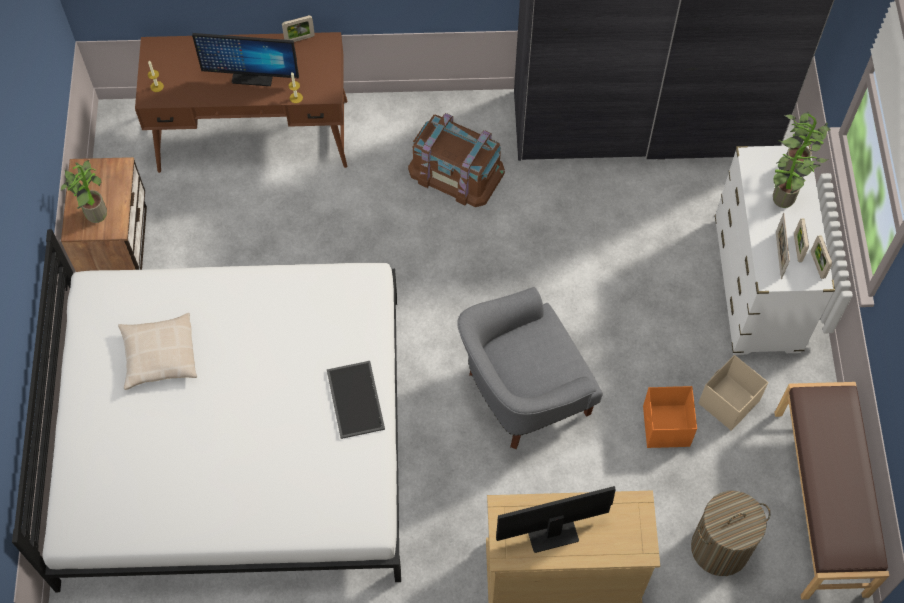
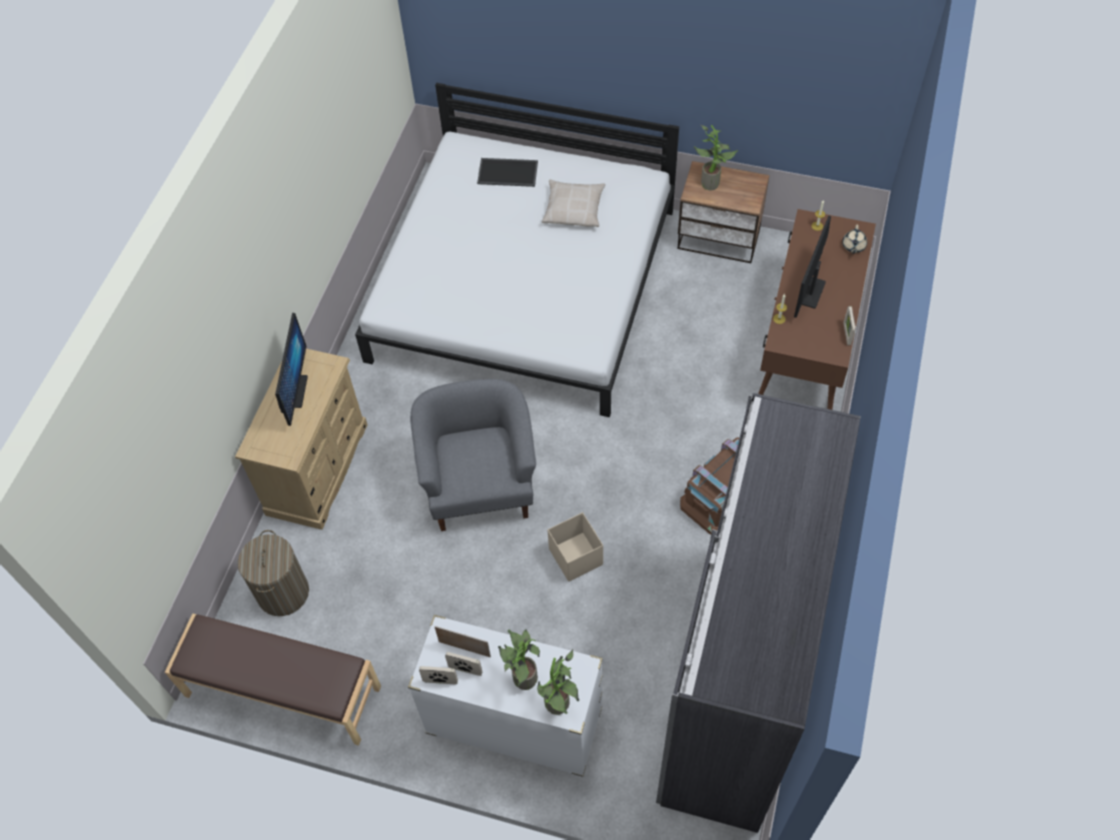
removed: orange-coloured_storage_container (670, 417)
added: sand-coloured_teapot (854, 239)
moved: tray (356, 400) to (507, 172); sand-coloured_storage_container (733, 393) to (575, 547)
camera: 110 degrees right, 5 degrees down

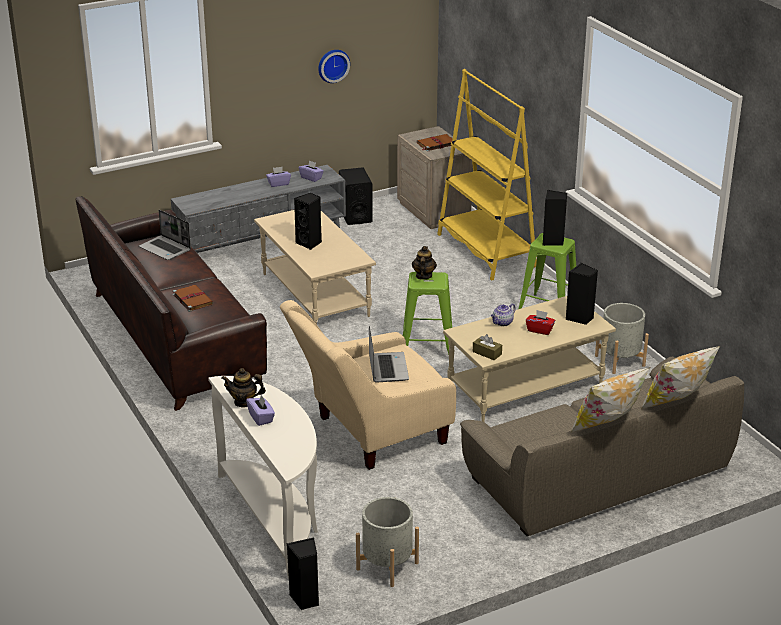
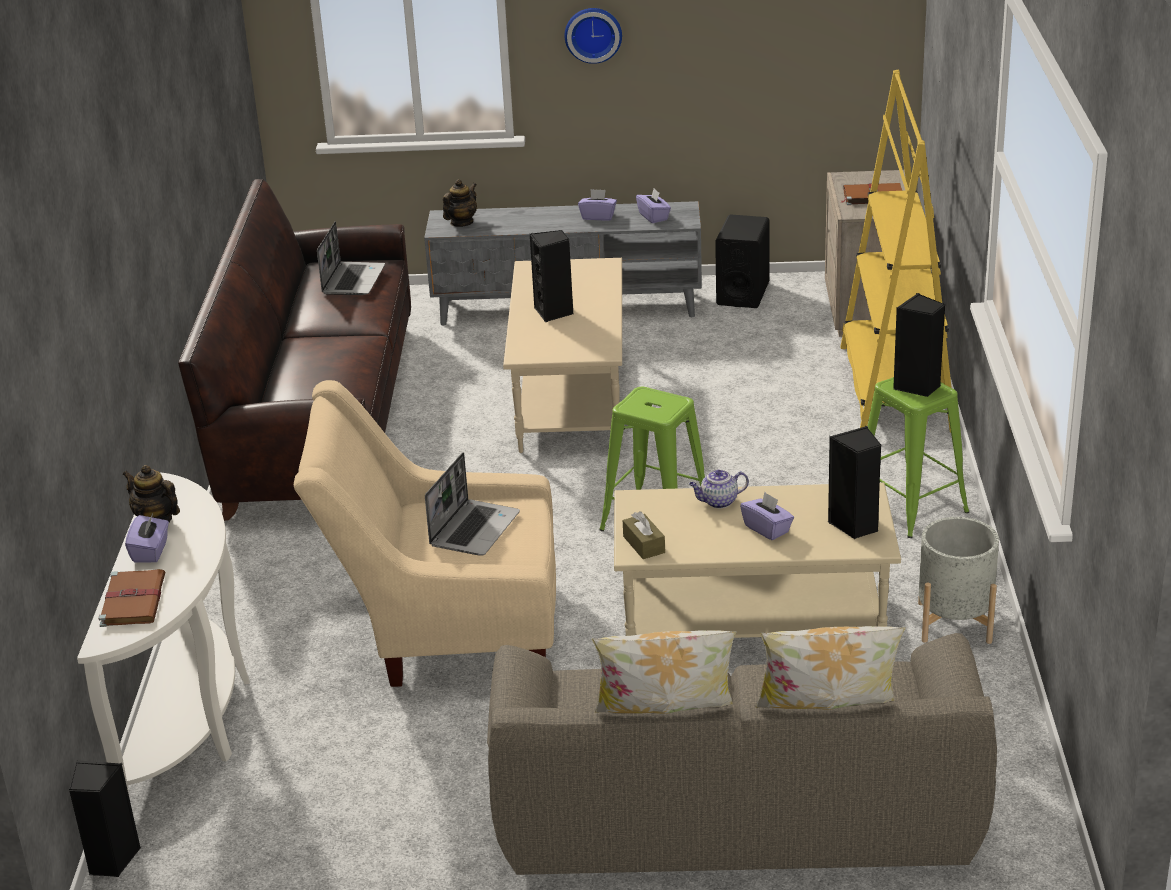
removed: grey_plant_pot (387, 542)
moved: brown-coloured_volume (193, 298) to (132, 598); hanging_clock (334, 66) to (593, 36); teapot (424, 262) to (460, 203)
recoloured: reddish_tissue_holder (540, 322) to purple-coloured_tissue_holder (767, 516)
turned: laptop (165, 235) = (351, 258) 150 degrees counterclockwise
camera: 30 degrees right, 0 degrees up

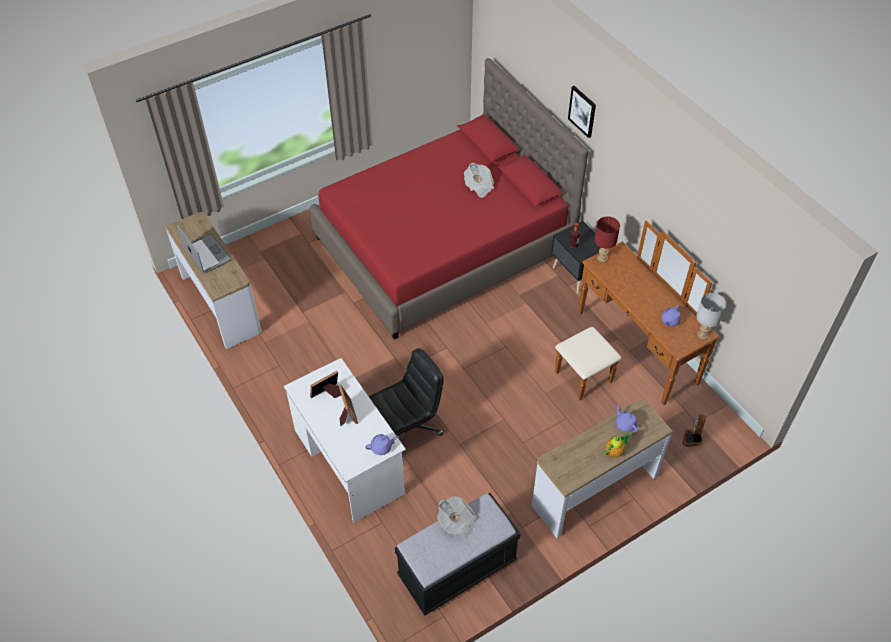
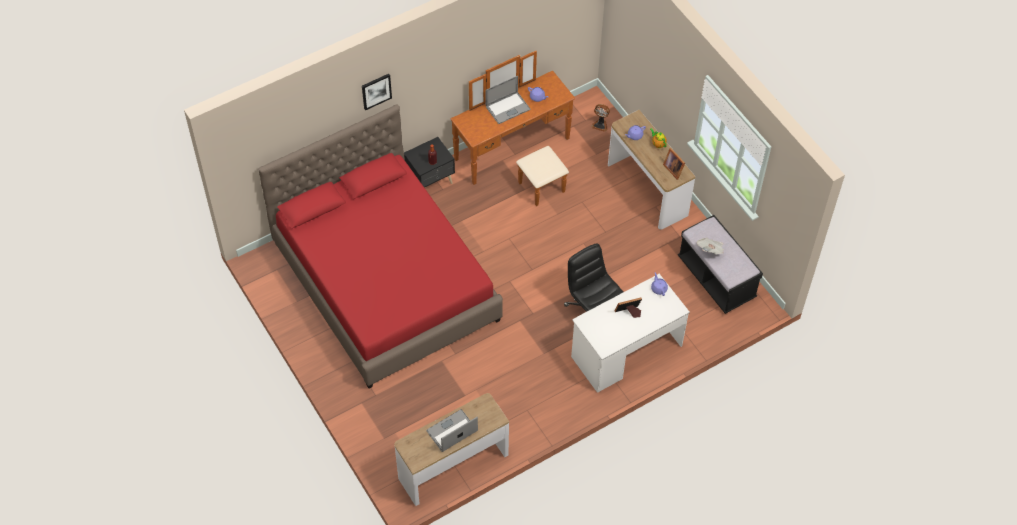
removed: printed_paper (479, 180); reddish_lamp_for_a_table (607, 240); grey_lamp_for_a_table (711, 316)
added: laptop (507, 100)
moved: standing_frame (326, 384) to (674, 164)
camera: 90 degrees left, 5 degrees up

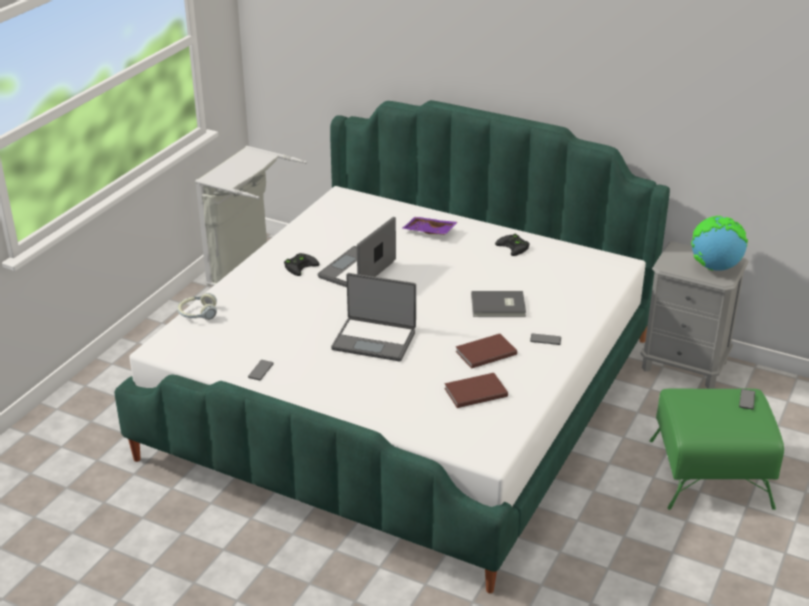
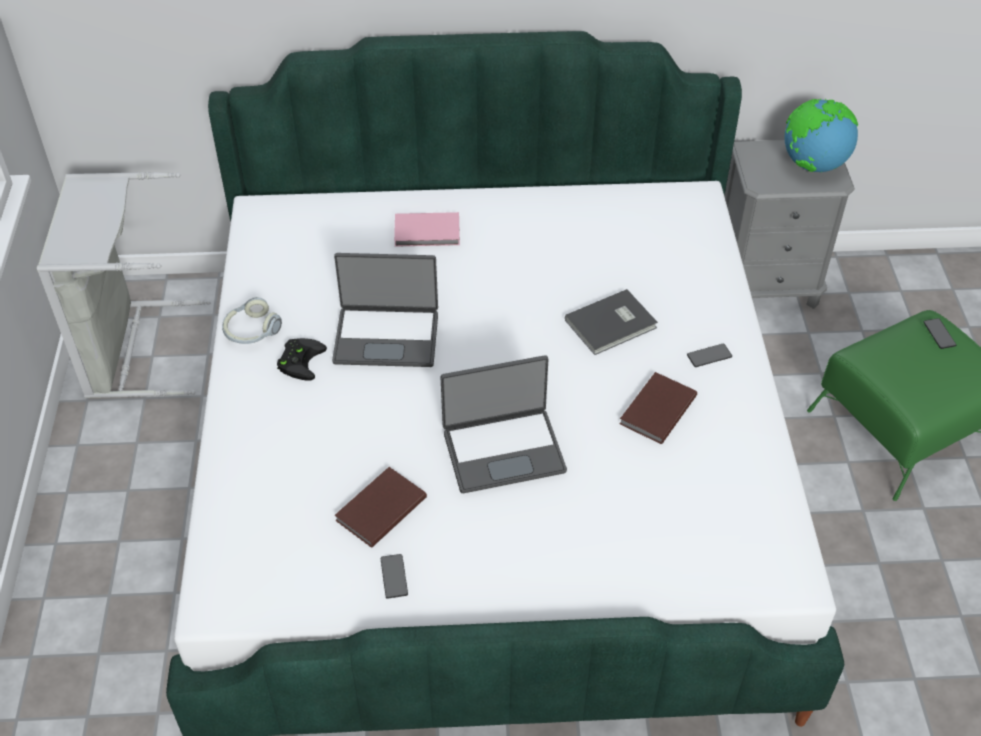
removed: black_joypad (512, 245)
moved: headphones (197, 306) to (252, 320); brown-coloured_volume (476, 390) to (381, 507)
replaced: purple-coloured_tray (430, 226) to pink-coloured_volume (427, 229)
turned: laptop (357, 252) = (385, 310) 90 degrees counterclockwise
camera: 30 degrees left, 15 degrees up

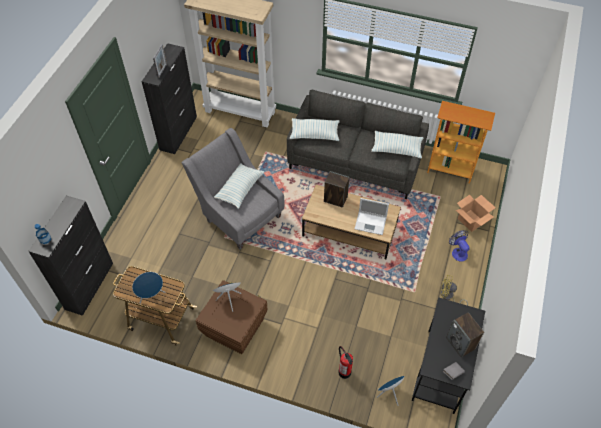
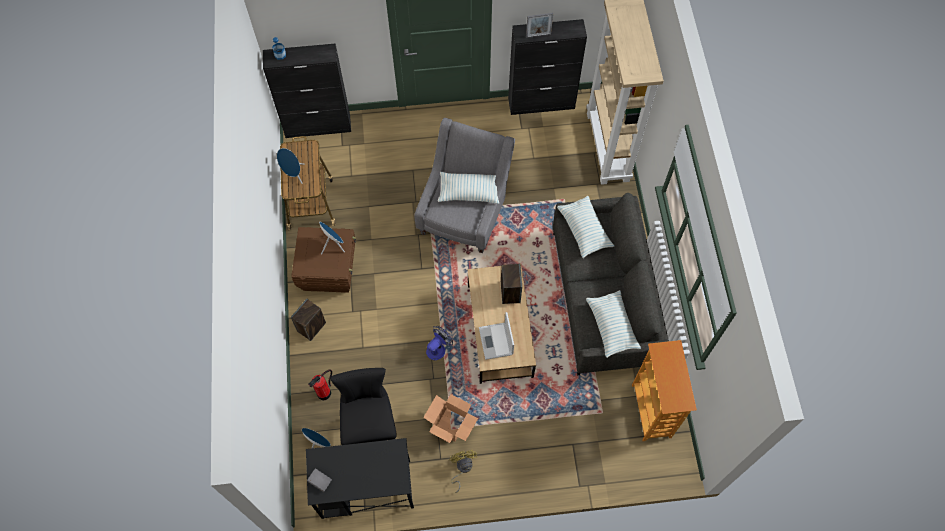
added: black_plain_chair (363, 406)
moved: loudspeaker (465, 335) to (308, 320); electric_fan (459, 246) to (439, 343); carton (476, 213) to (450, 418)
camera: 65 degrees right, 10 degrees up

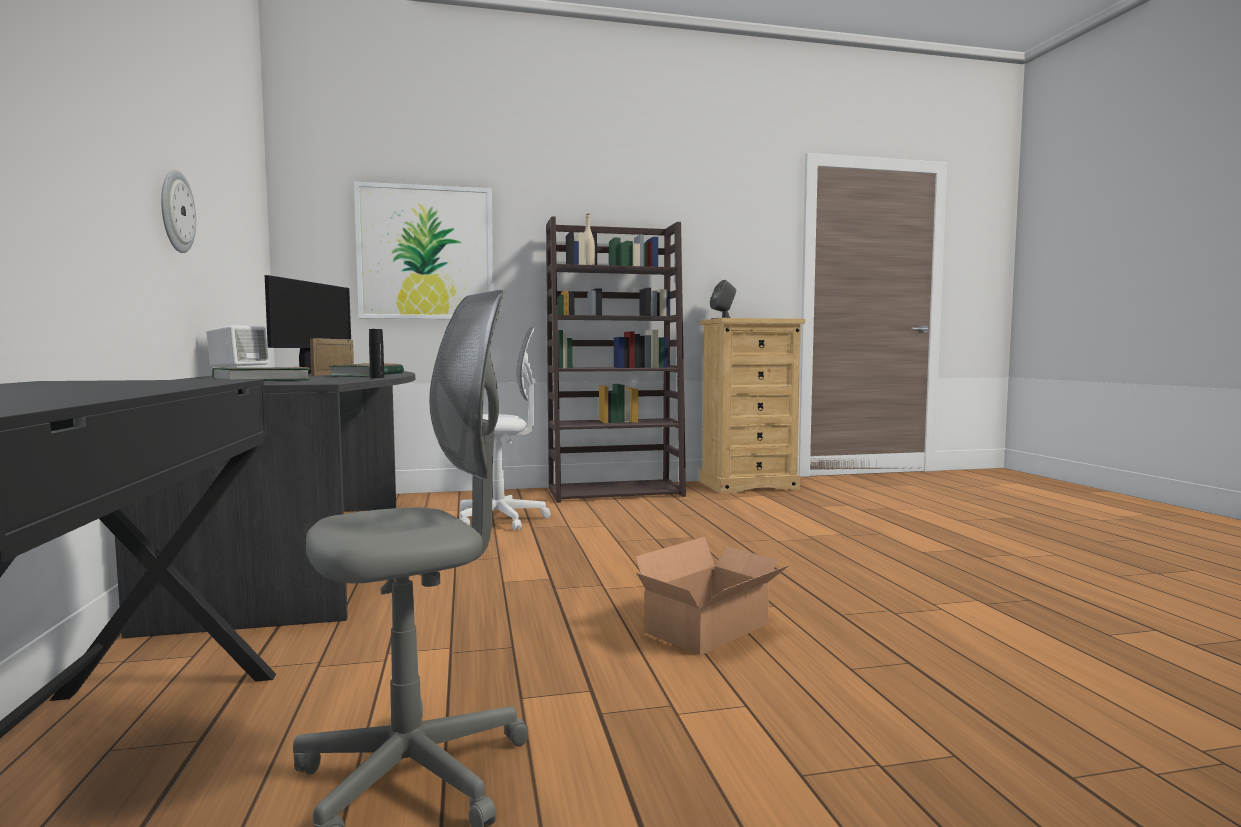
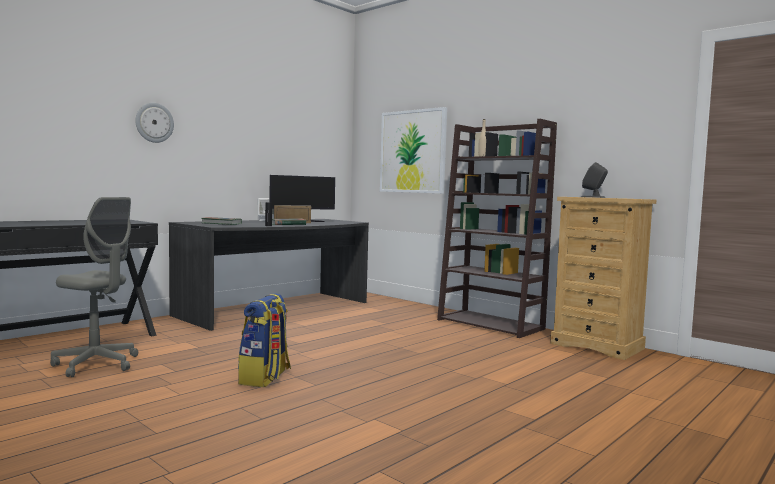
removed: whitish_desk_chair (505, 428)
moved: hanging_clock (178, 211) to (154, 123)
replaced: carton (712, 596) to backpack (264, 340)
camera: 55 degrees right, 0 degrees up

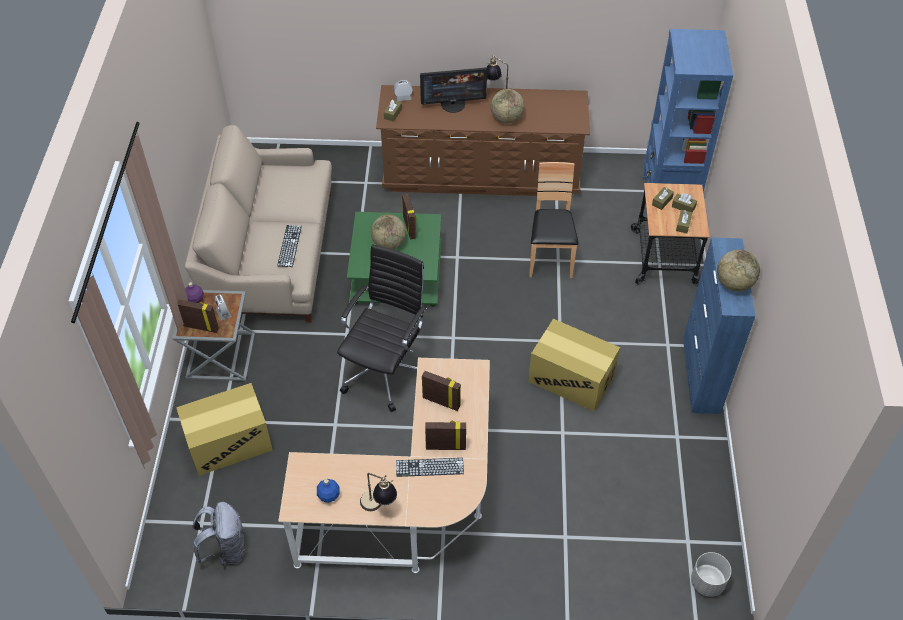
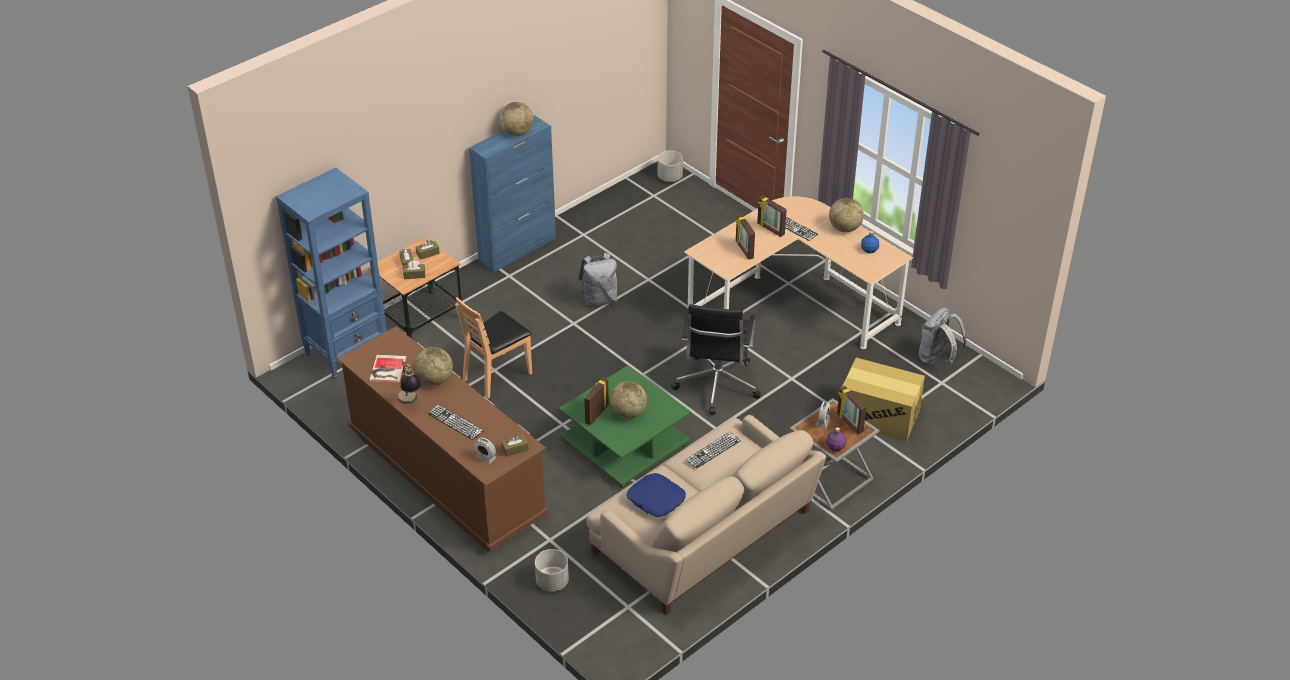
added: volume (388, 369); grey_plant_pot (552, 570); blue-coloured_pillow (656, 495)
replaced: lamp_for_a_table (378, 492) to world_globe (846, 215); computer_screen (453, 90) to PC_keyboard (456, 422); carton (574, 365) to grey_backpack (598, 280)
turned: black_desk_chair (382, 328) = (716, 359) 60 degrees counterclockwise
camera: 135 degrees left, 10 degrees down

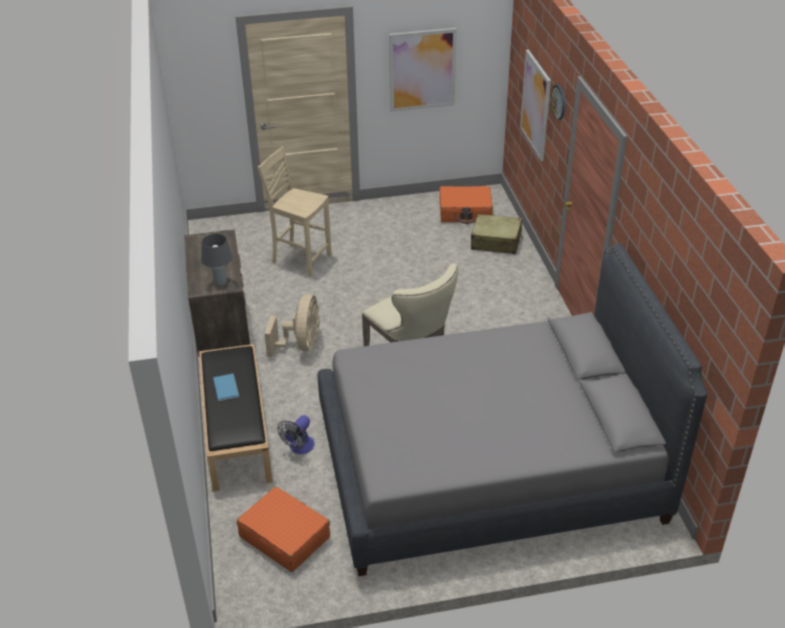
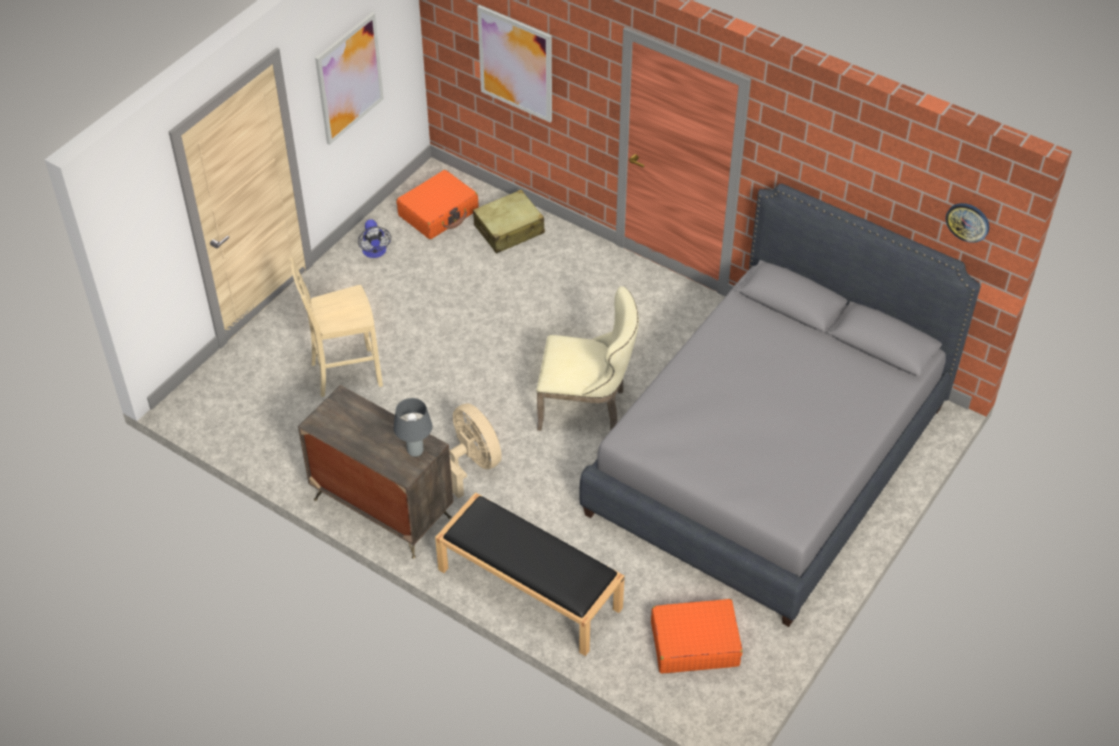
removed: blue-coloured_volume (226, 387)
moved: electric_fan (296, 434) to (374, 238); hanging_clock (558, 102) to (967, 223)
camera: 45 degrees left, 10 degrees up

